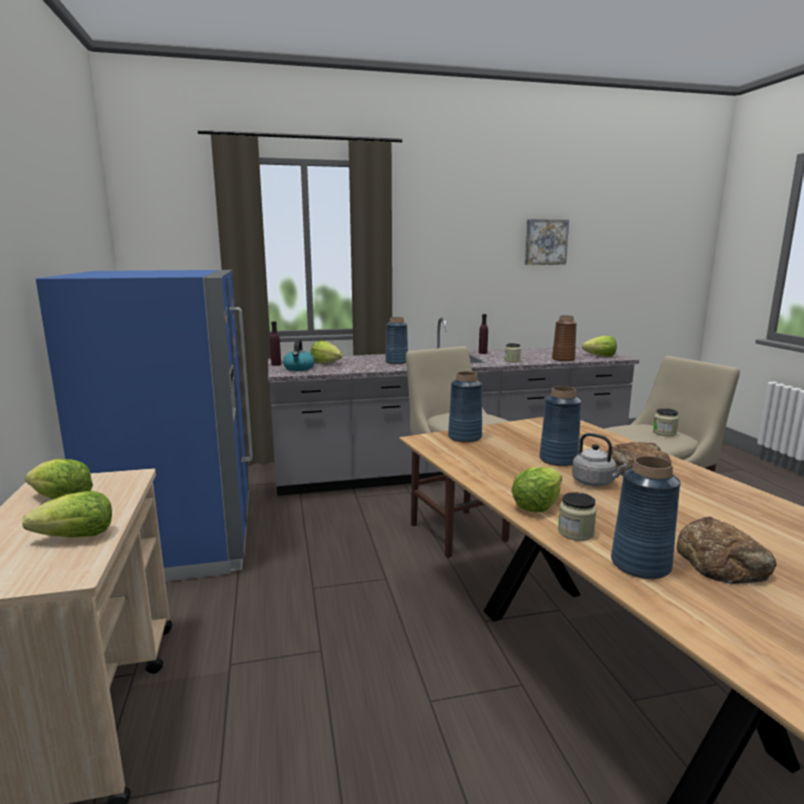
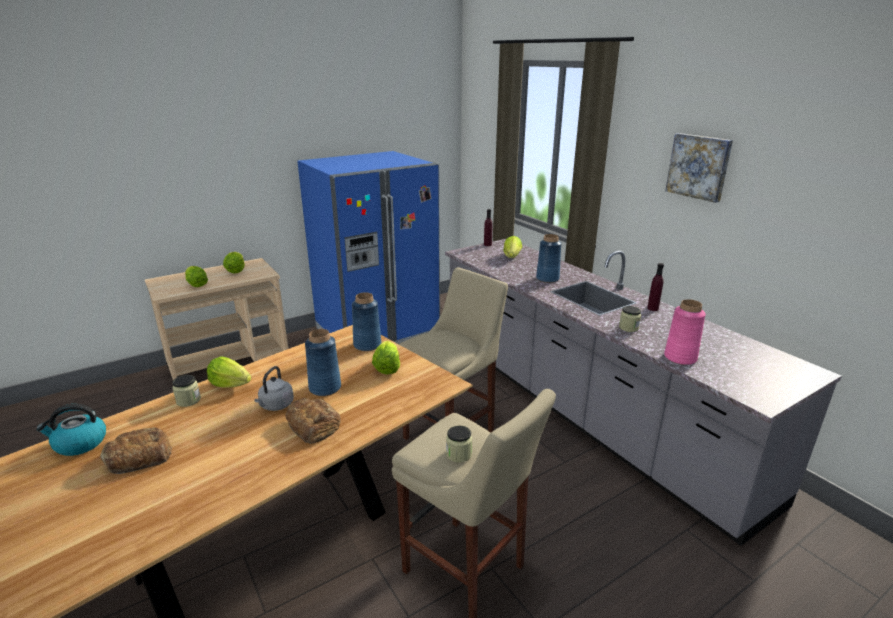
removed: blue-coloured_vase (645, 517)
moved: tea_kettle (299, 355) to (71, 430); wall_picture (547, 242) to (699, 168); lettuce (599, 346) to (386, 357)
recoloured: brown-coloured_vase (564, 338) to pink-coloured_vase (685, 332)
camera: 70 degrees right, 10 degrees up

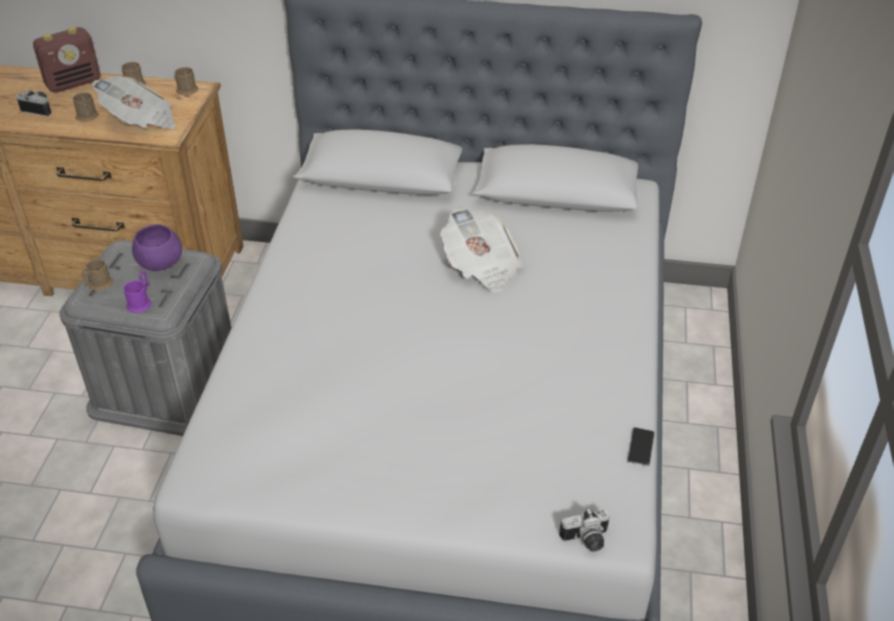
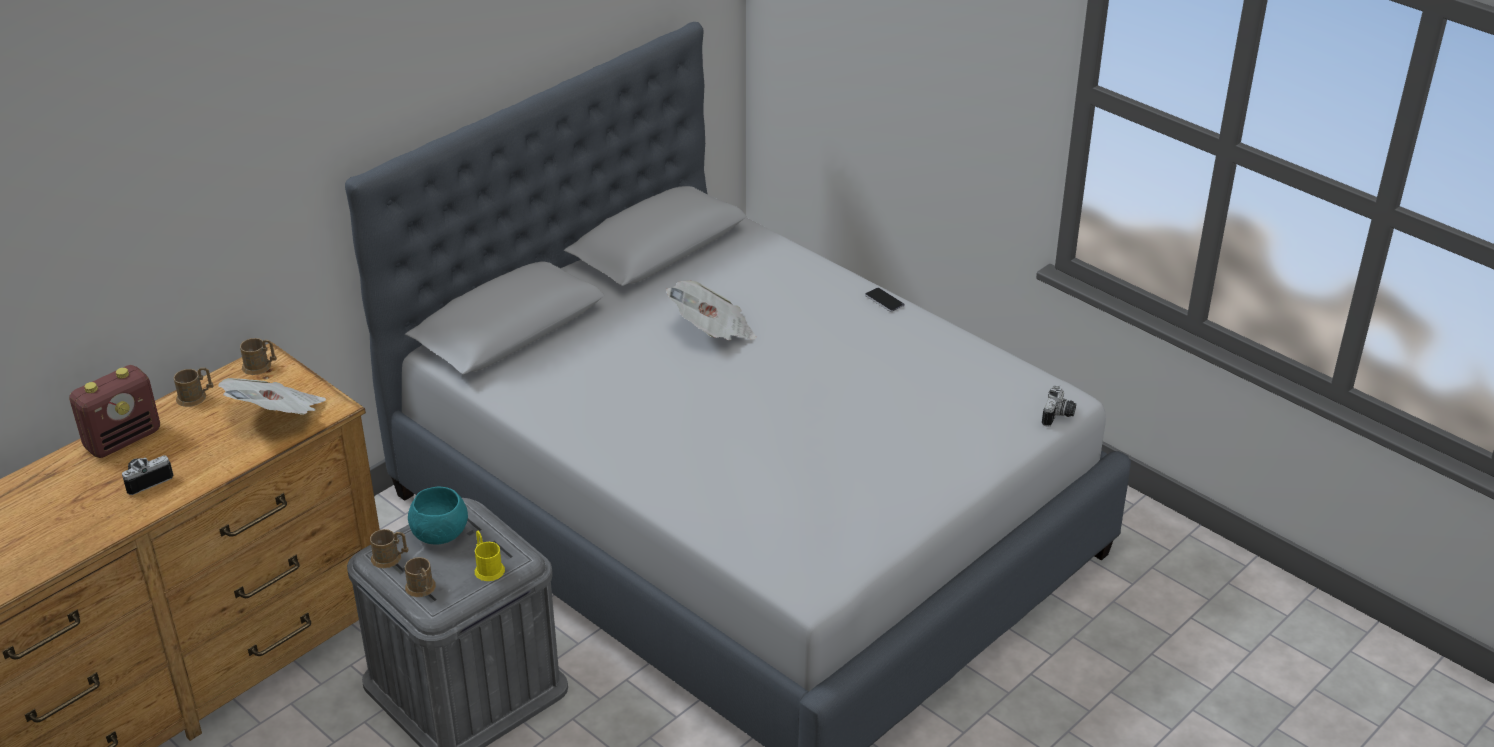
moved: brown-coloured_coffee_mug (86, 107) to (389, 548); phone (641, 447) to (885, 300)
recoloured: purple-coloured_coffee_mug (137, 292) to yellow_coffee_mug (490, 556); purple-coloured_serving_bowl (157, 247) to turquoise_serving_bowl (438, 516)
turned: radio_set (66, 59) = (114, 411) 45 degrees clockwise
camera: 55 degrees left, 5 degrees down

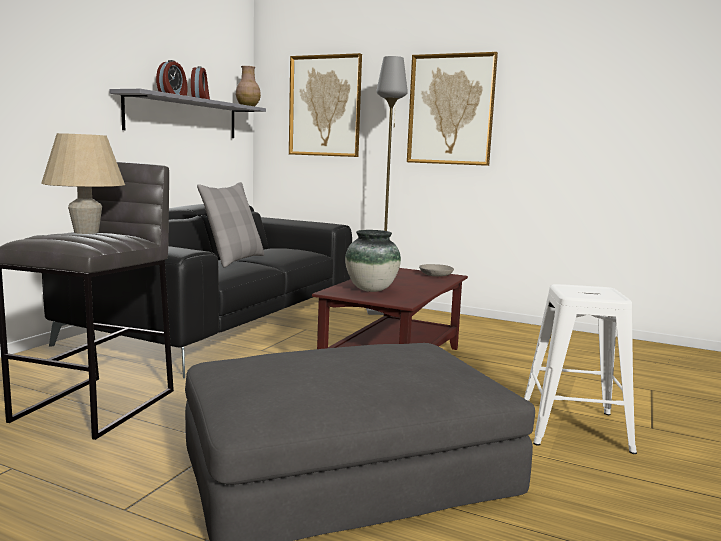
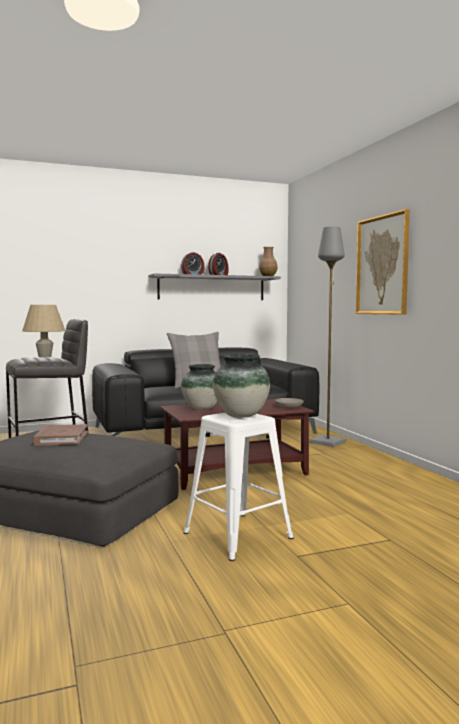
removed: wall_picture (325, 105)
added: brown-coloured_volume (60, 434); vase (241, 386)
camera: 45 degrees right, 5 degrees down

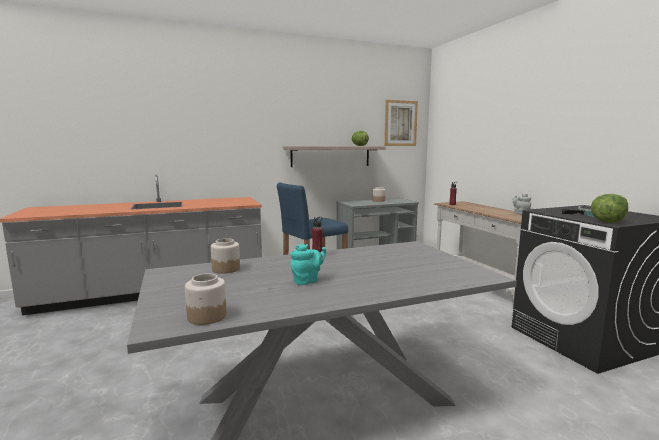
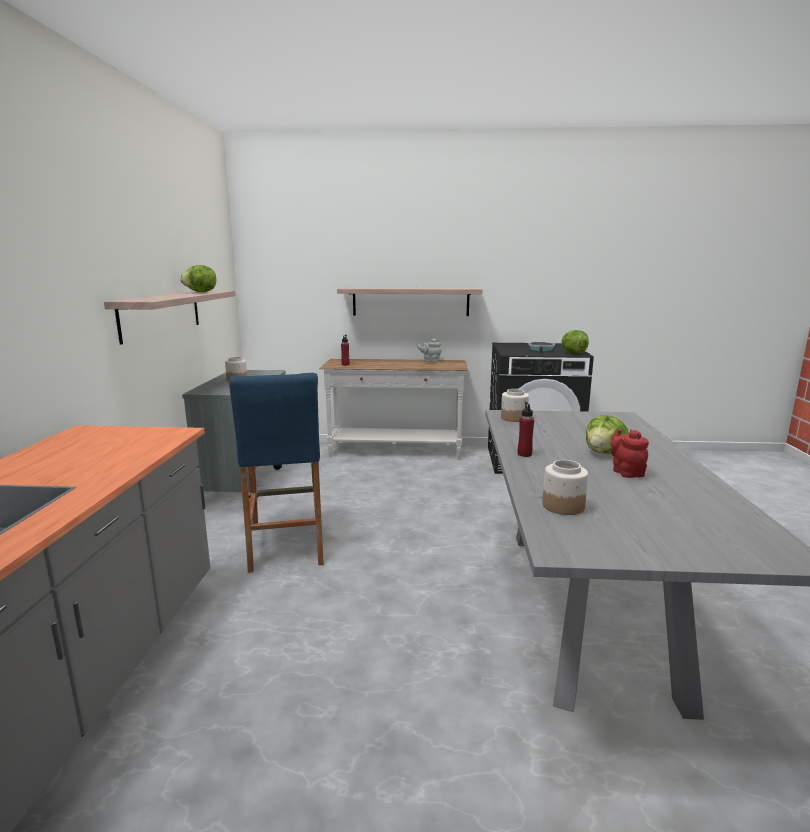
removed: wall_picture (401, 123)
added: wall_shelf (410, 301); lettuce (607, 434)
moved: storage_jar (206, 299) to (515, 405)
recoloured: turquoise_teapot (308, 264) to reddish_teapot (630, 453)
camera: 65 degrees left, 5 degrees up

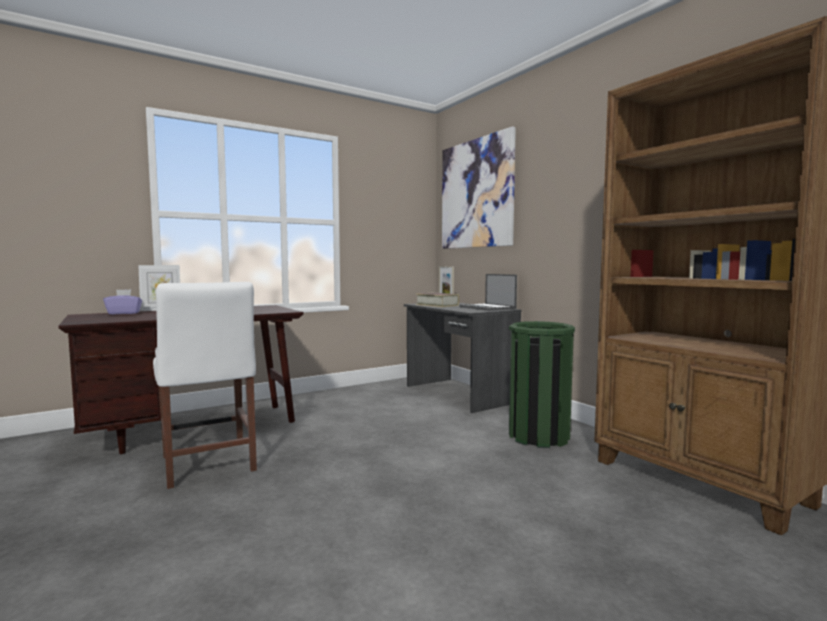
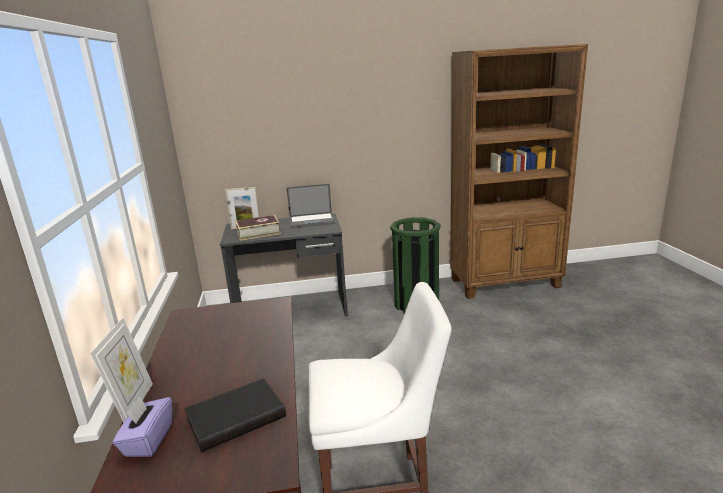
removed: wall_picture (479, 187)
added: black_volume (235, 415)
camera: 65 degrees left, 15 degrees up

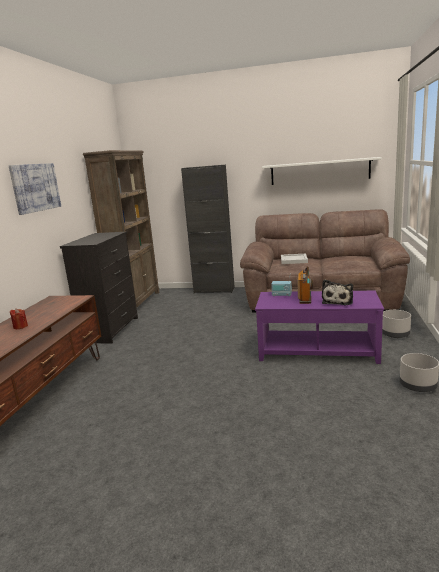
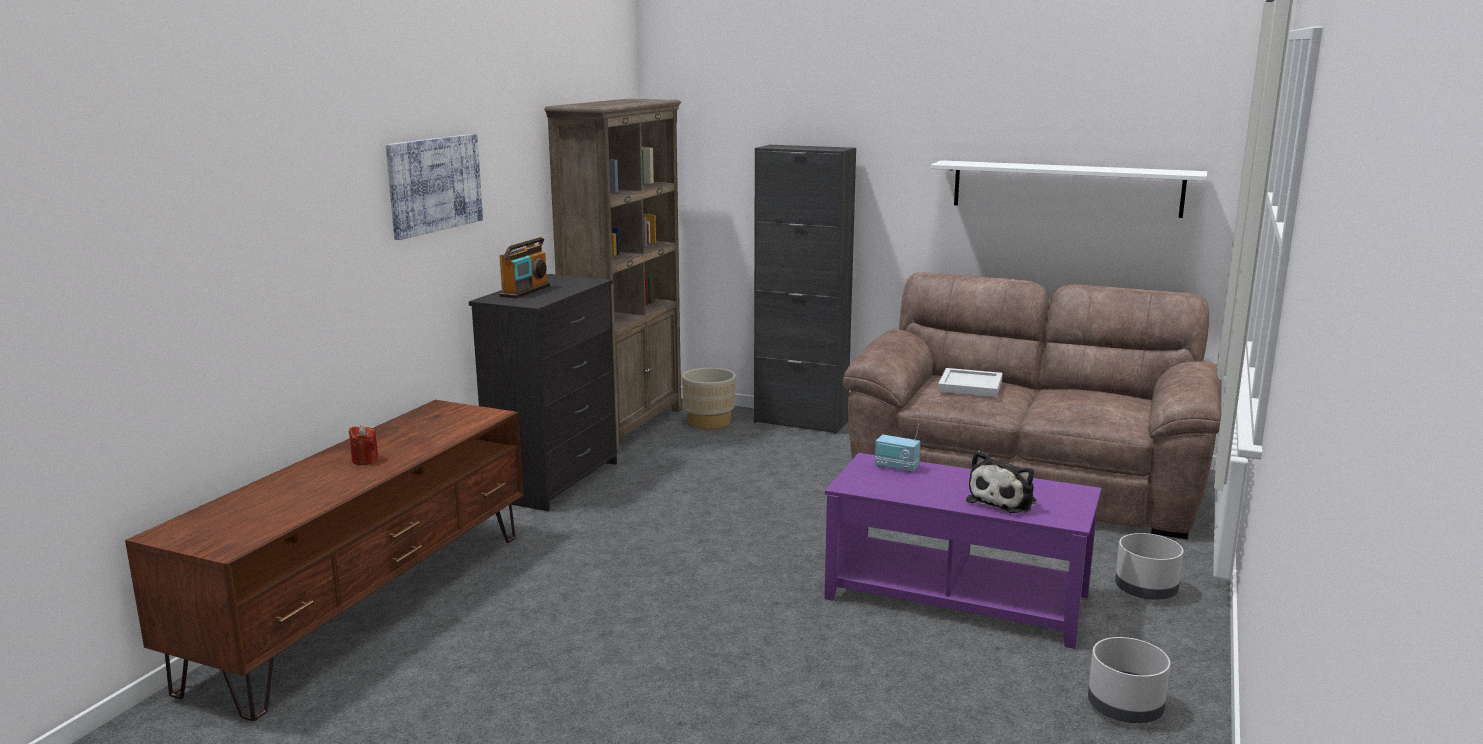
added: sand-coloured_plant_pot (708, 399)
moved: radio_set (305, 285) to (525, 267)
camera: 10 degrees right, 0 degrees up

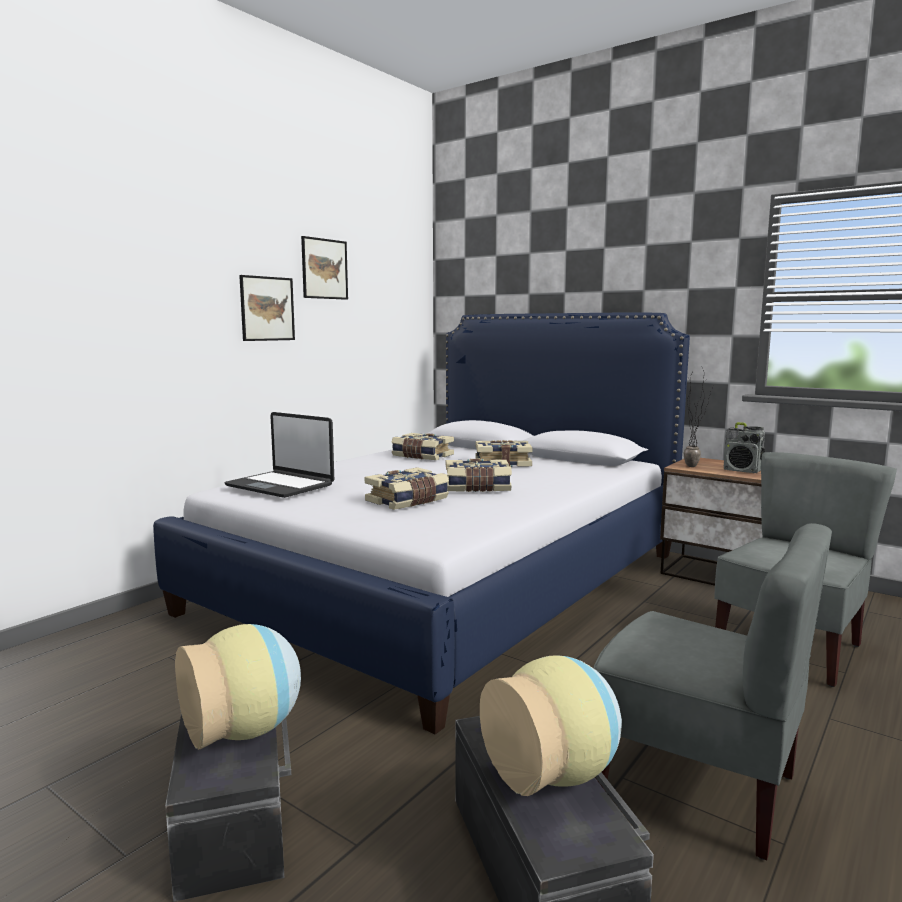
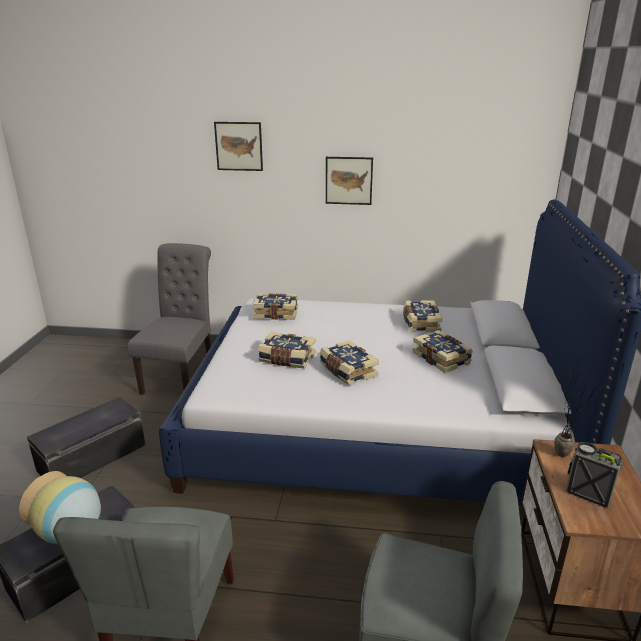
removed: vase (238, 687)
added: grey_plain_chair (169, 319)
moved: wall_picture (324, 268) to (238, 146)
replaced: laptop (279, 455) to volume (275, 306)
turned: radio_set (744, 447) = (595, 475) 120 degrees clockwise
camera: 60 degrees right, 15 degrees up

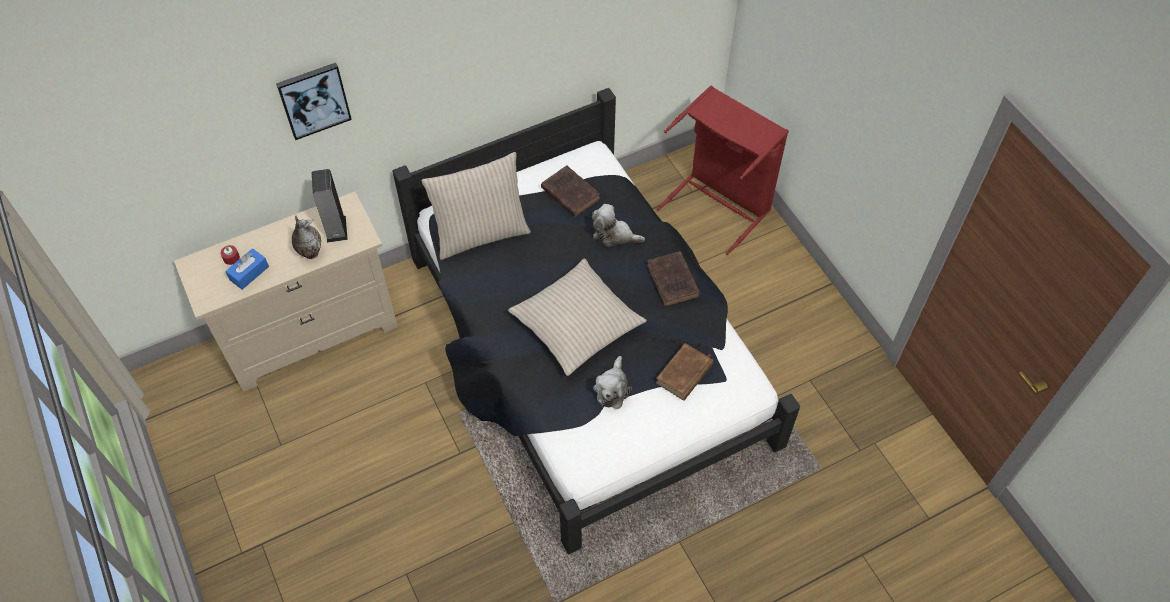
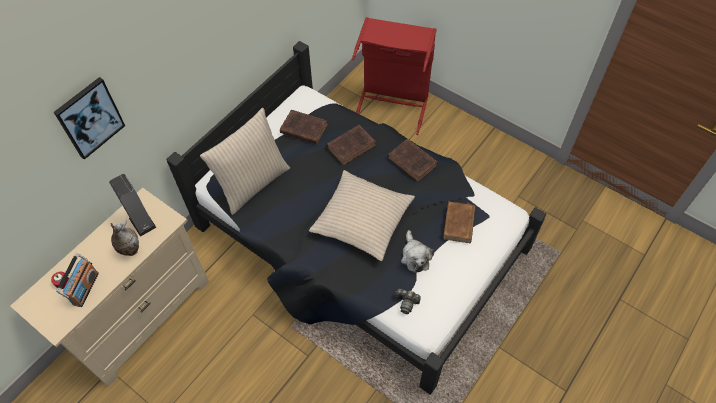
added: photo_camera (408, 301)
replaced: blue-coloured_tissue_holder (247, 269) to radio_set (77, 280); soft_toy (618, 225) to brown-coloured_volume (351, 145)
camera: 25 degrees left, 0 degrees up

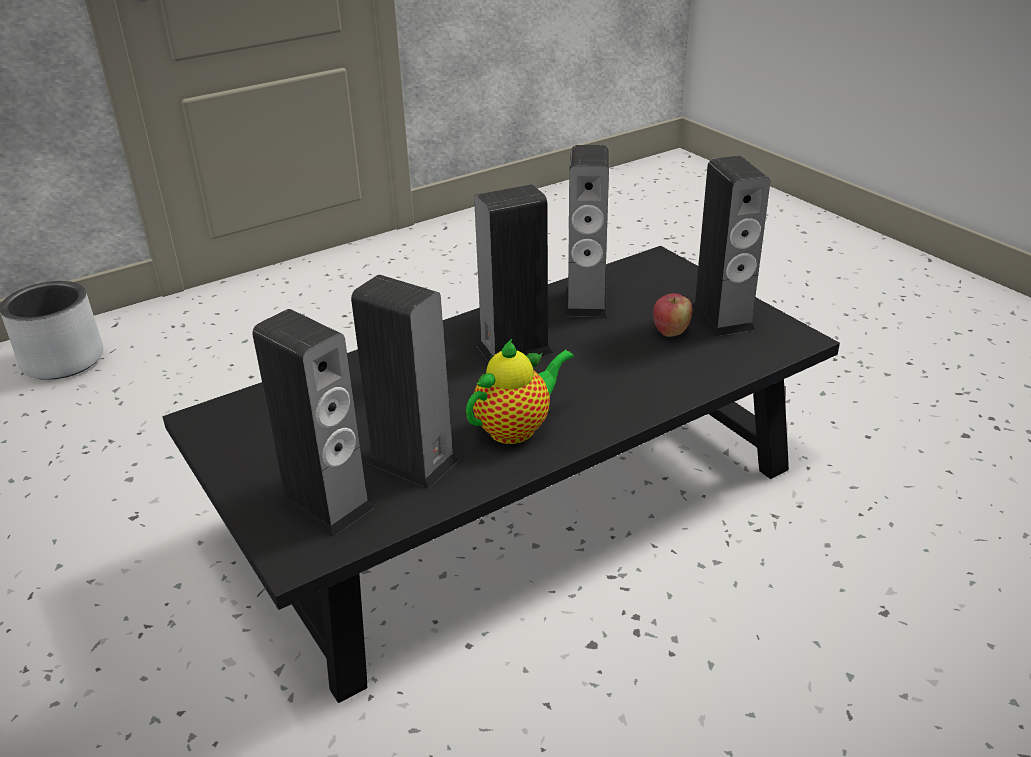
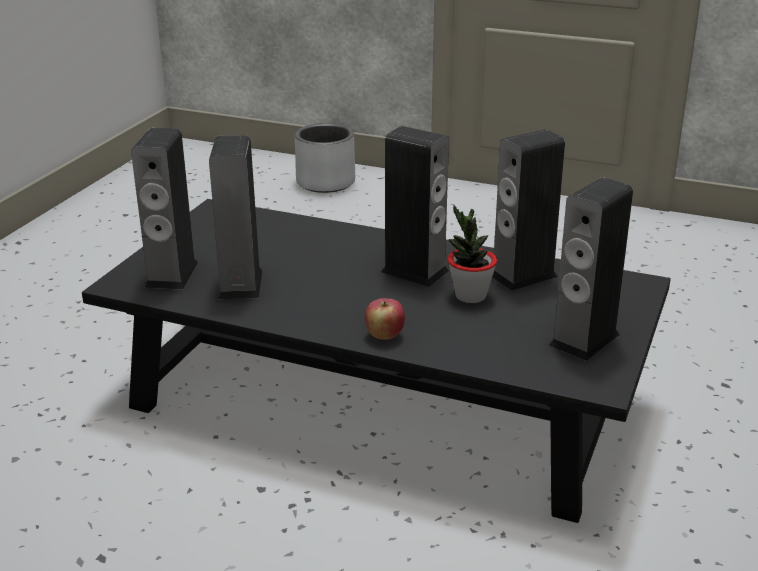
removed: teapot (520, 391)
added: plant_in_a_pot (472, 254)
moved: apple_fruit (672, 315) to (385, 319)
camera: 55 degrees right, 5 degrees down

